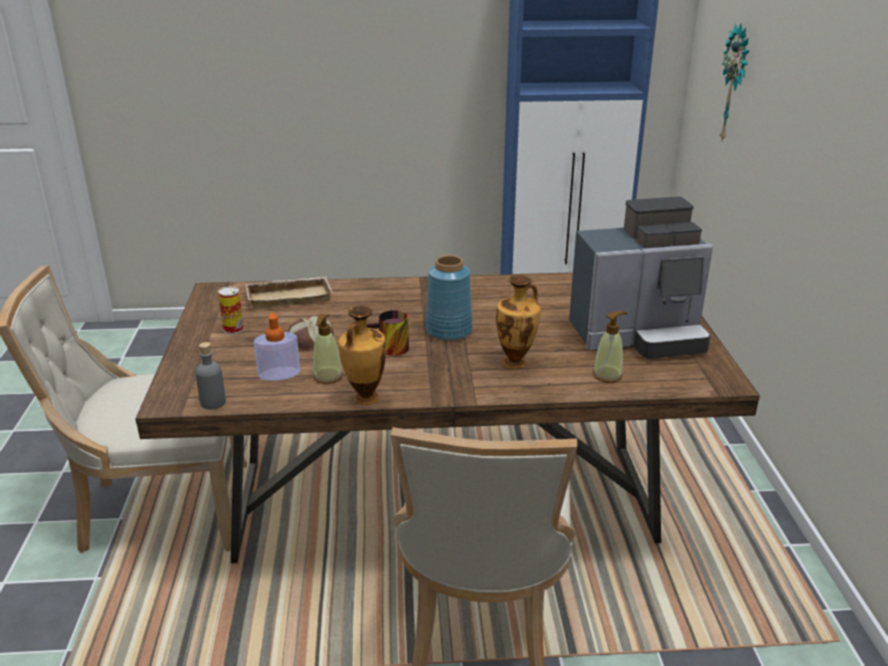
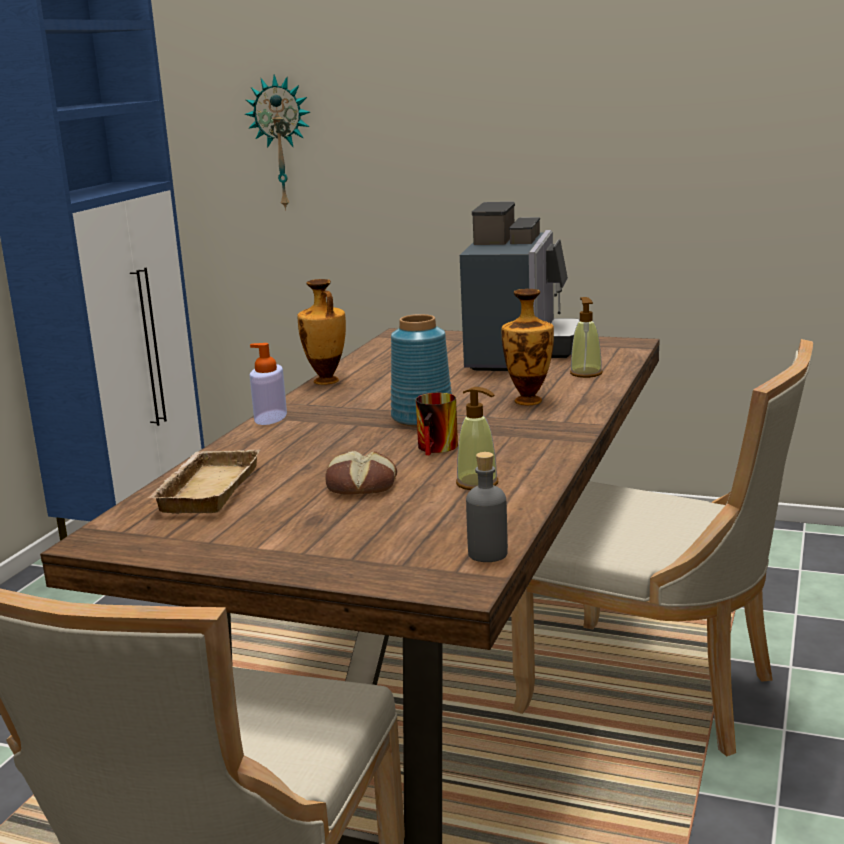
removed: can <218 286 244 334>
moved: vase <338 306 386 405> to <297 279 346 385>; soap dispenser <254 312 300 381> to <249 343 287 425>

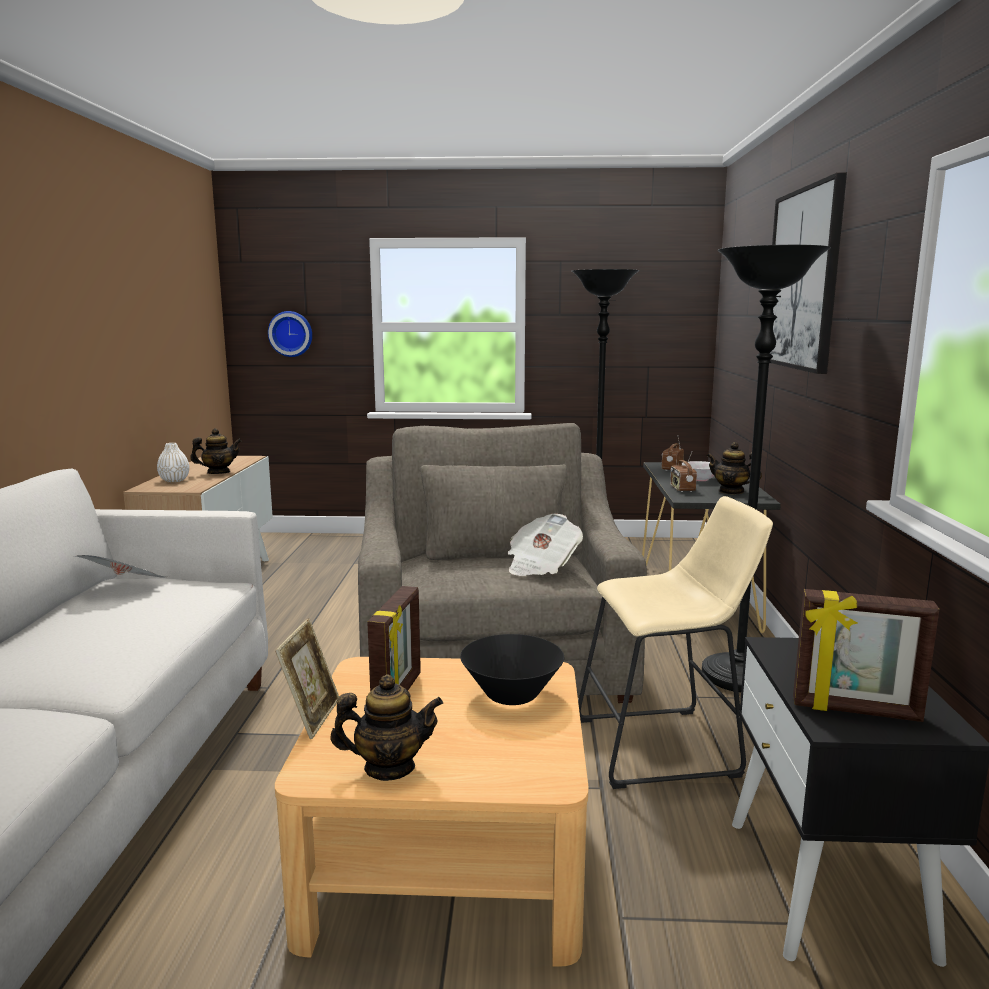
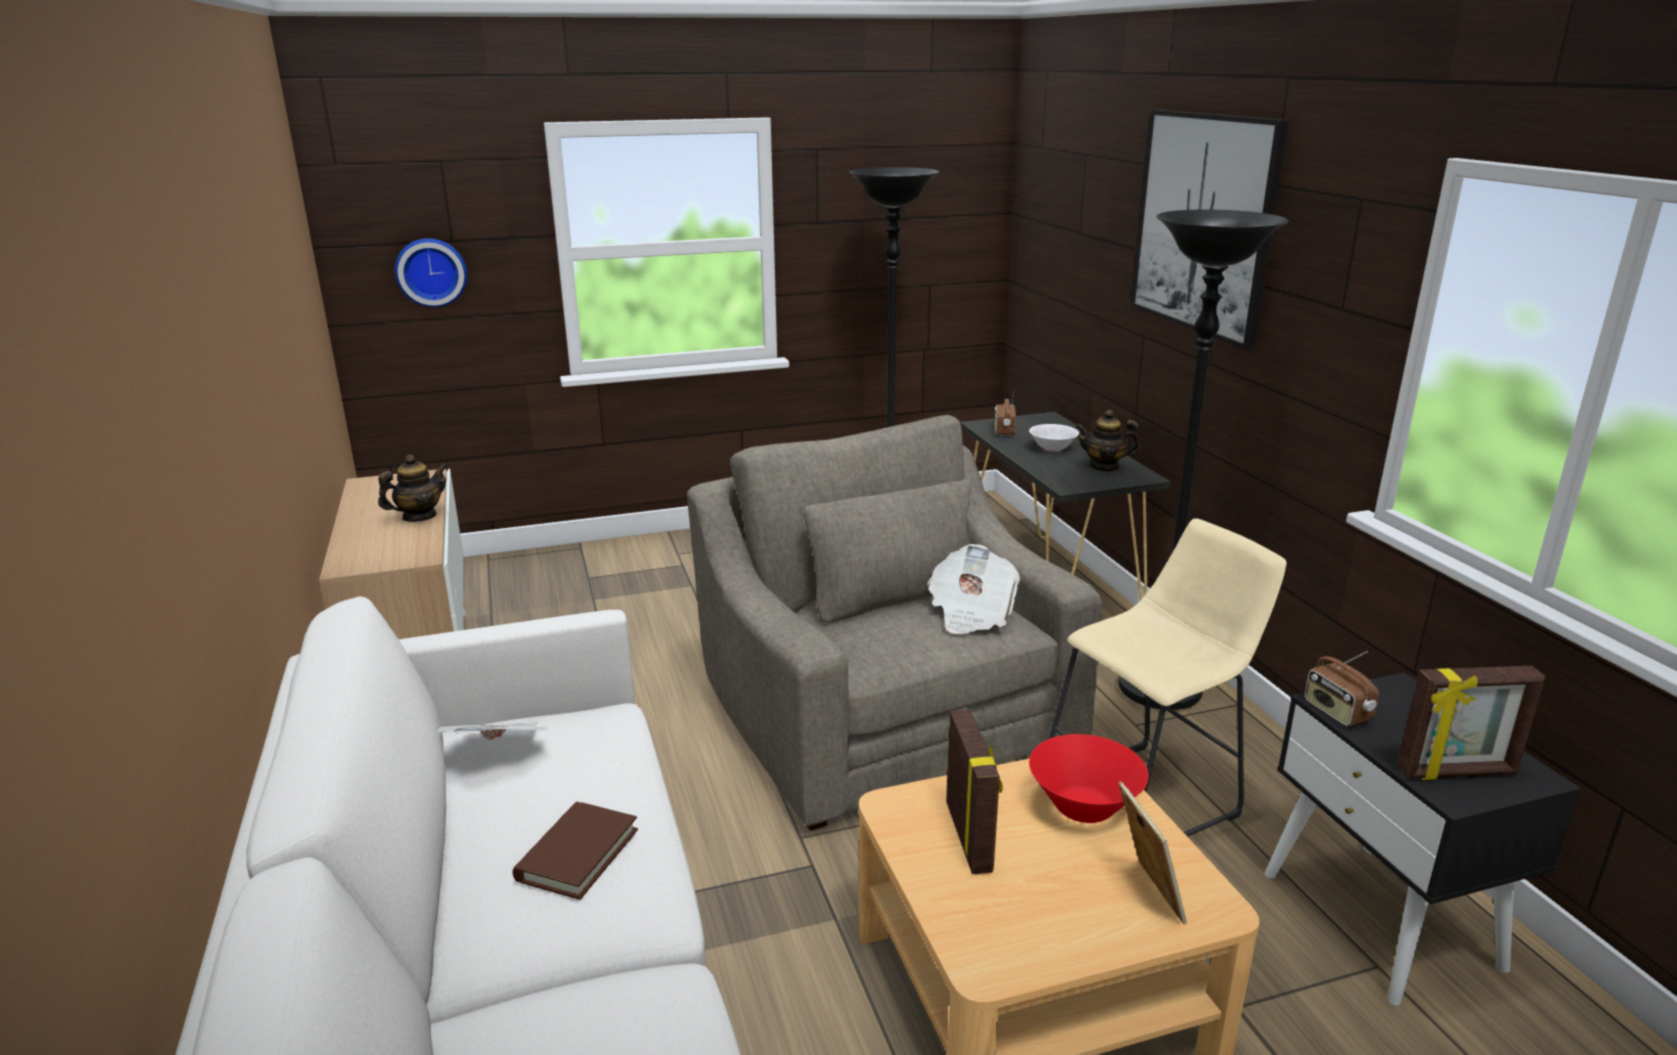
removed: white vase <157 443 190 482>; teapot <330 674 443 781>
added: brown book <513 802 638 900>
moved: radio <670 452 697 492> to <1305 651 1379 727>; picture frame <275 618 339 739> to <1119 781 1187 924>
recoloured: black bowl <460 634 564 705> to red bowl <1029 734 1149 823>

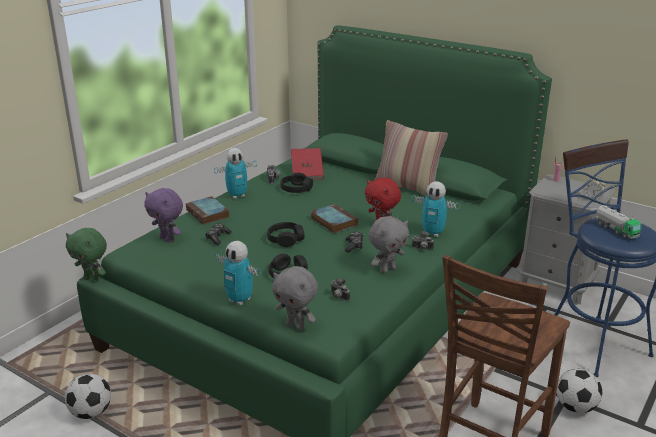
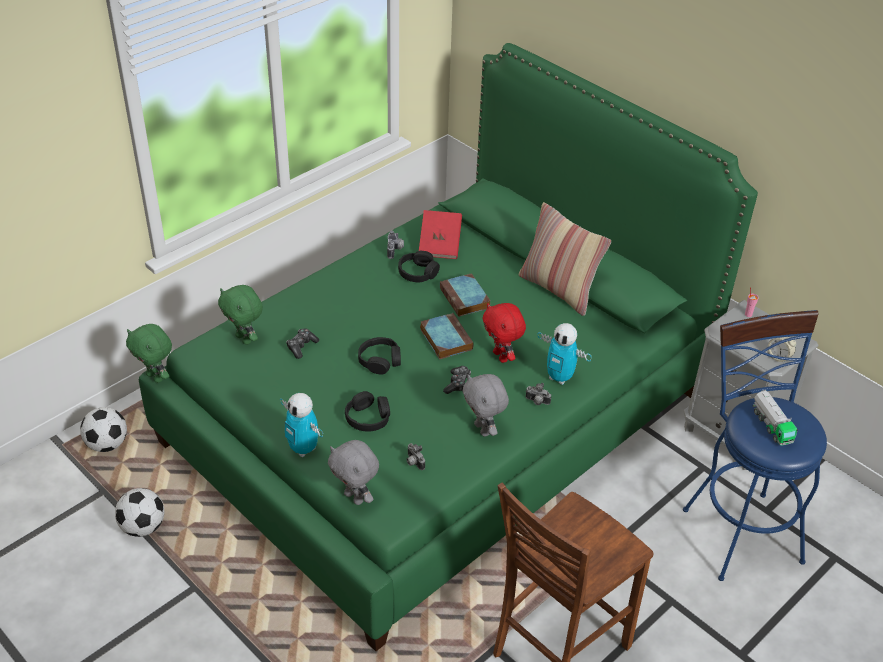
removed: toy robot <214 148 257 199>
moved: book <186 196 229 225> to <440 273 491 317>; football <556 369 602 413> to <80 407 127 452>
recoloured: purple plush toy <144 188 183 242> to green plush toy <218 285 263 345>
turned: grey plush toy <368 216 409 274> = <463 374 509 436> 90 degrees clockwise

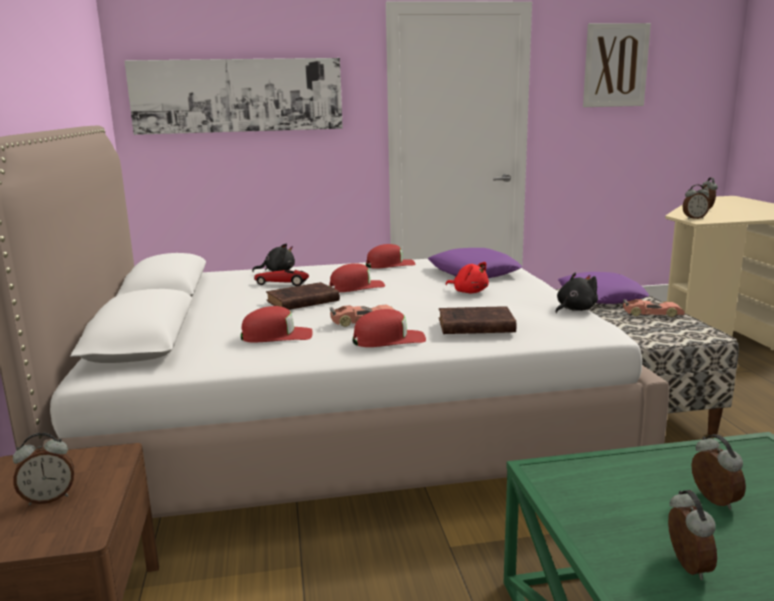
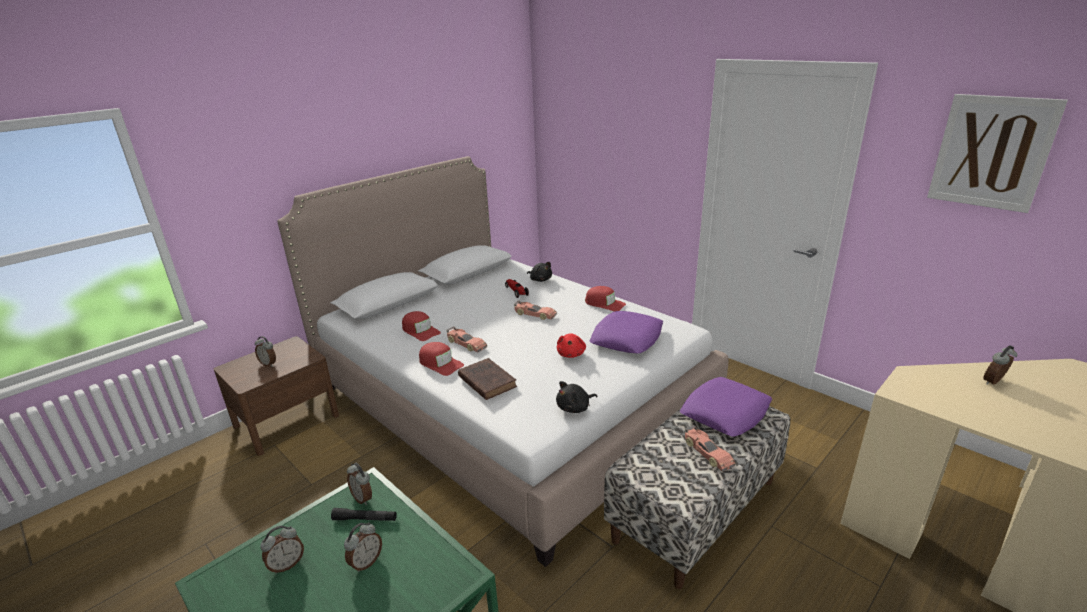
removed: picture <124 58 343 135>; brown book <266 282 340 310>
added: black flashlight <331 508 397 521>
moved: alarm clock <683 185 710 219> to <347 463 372 505>
replaced: red cap <329 263 385 292> to toy car <514 301 557 320>
turned: black plush toy <555 272 598 313> = <556 381 597 413> 135 degrees clockwise

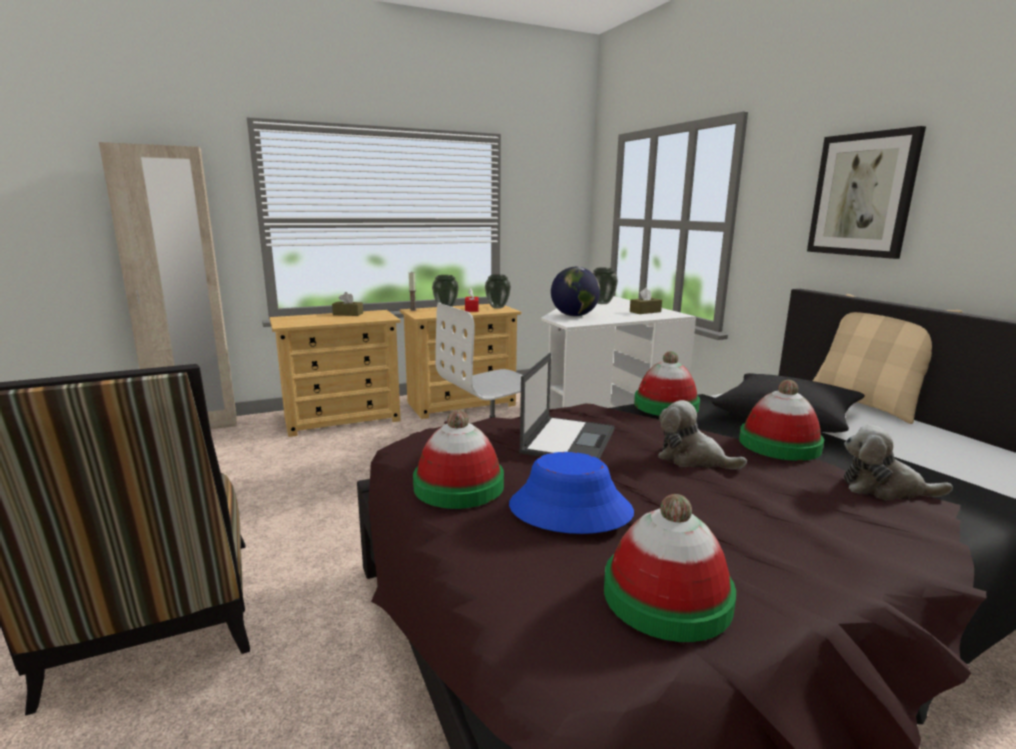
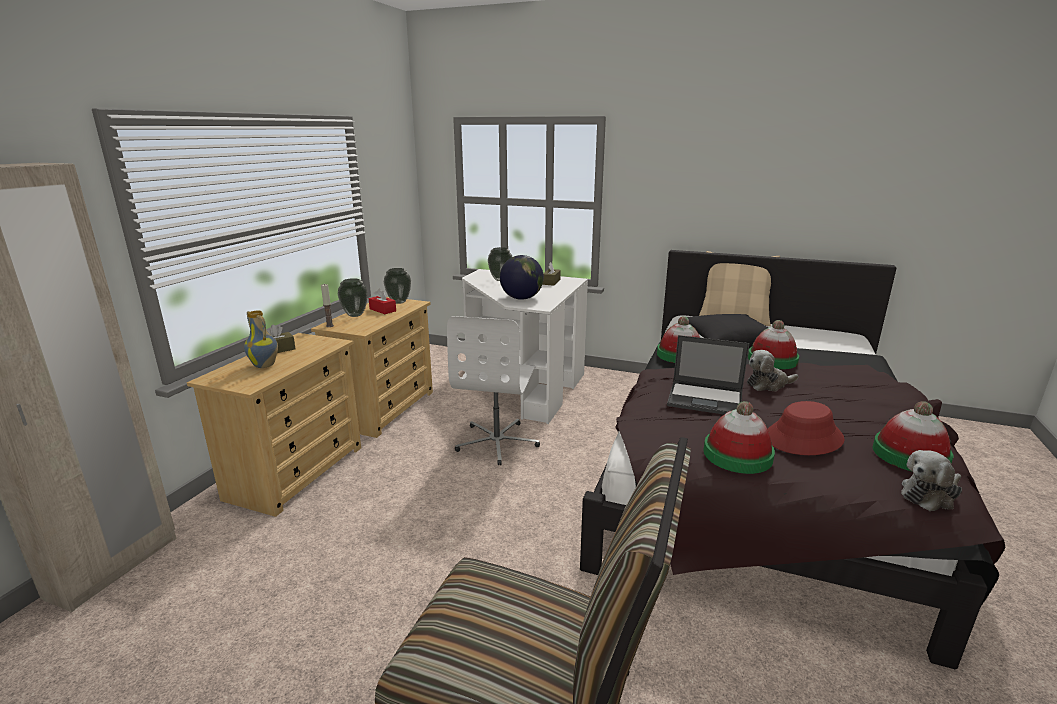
removed: picture <807 126 926 259>
added: vase <244 311 278 368>
moved: plush toy <844 425 953 500> to <901 450 962 511>
recoloured: blue hat <509 452 634 534> to red hat <768 401 845 455>
turned: laptop <519 353 615 459> = <667 335 749 414> 135 degrees clockwise

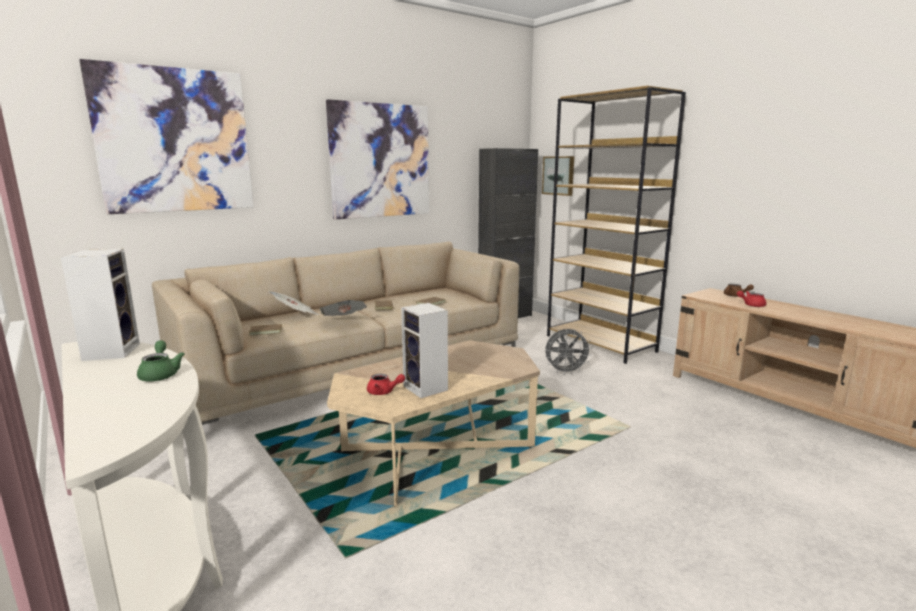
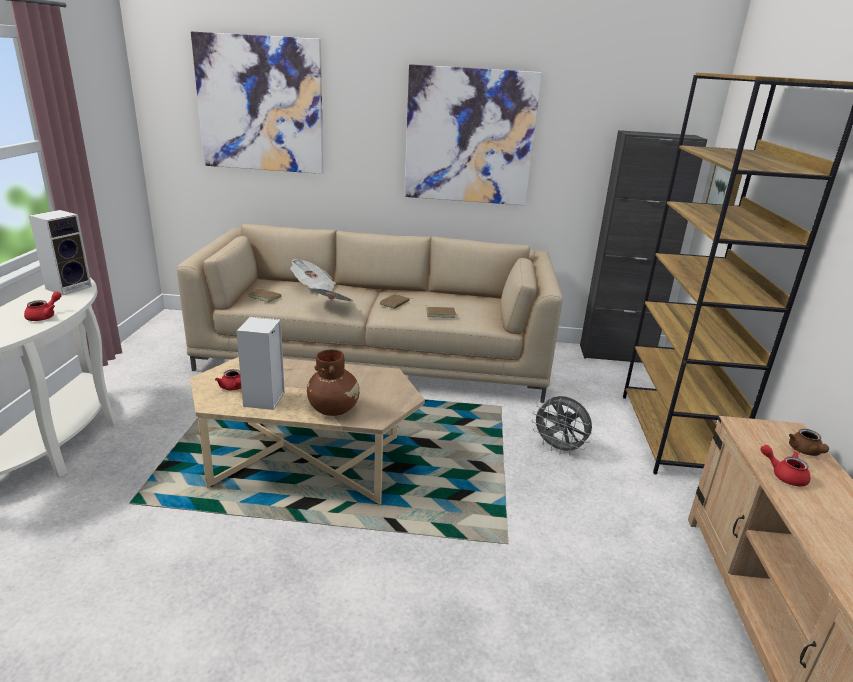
added: brown vase <307 349 360 416>
recoloured: green teapot <137 341 184 382> to red teapot <24 291 62 321>

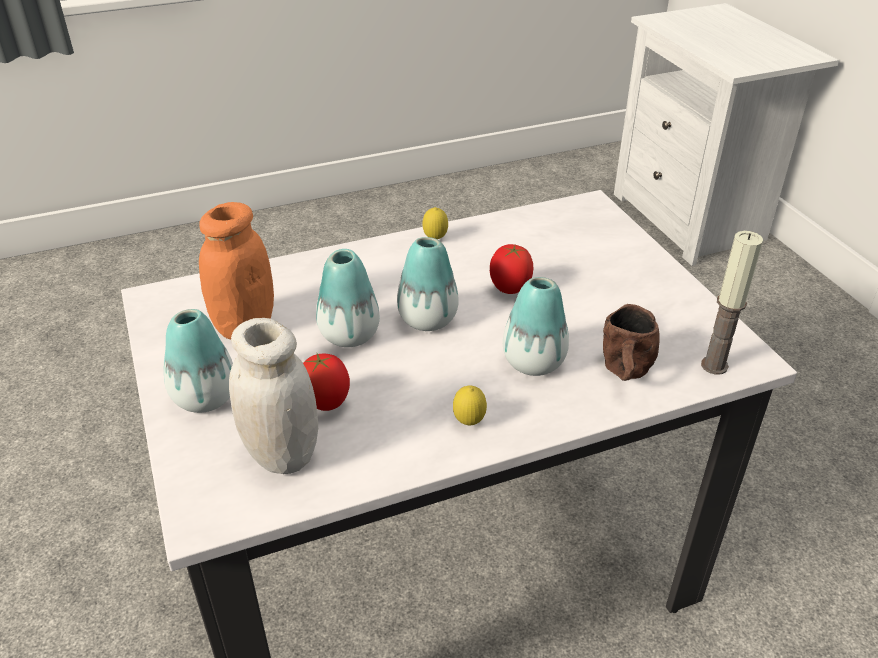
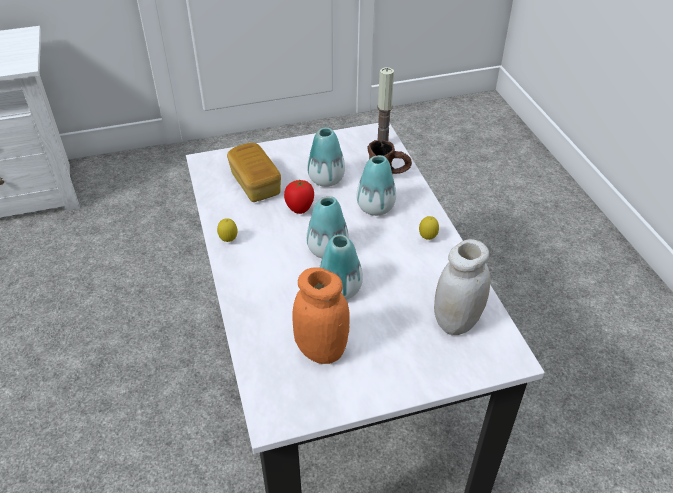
removed: tomato <303 353 350 411>
added: bread <227 143 281 202>
moved: vase <164 309 233 413> to <307 127 345 187>

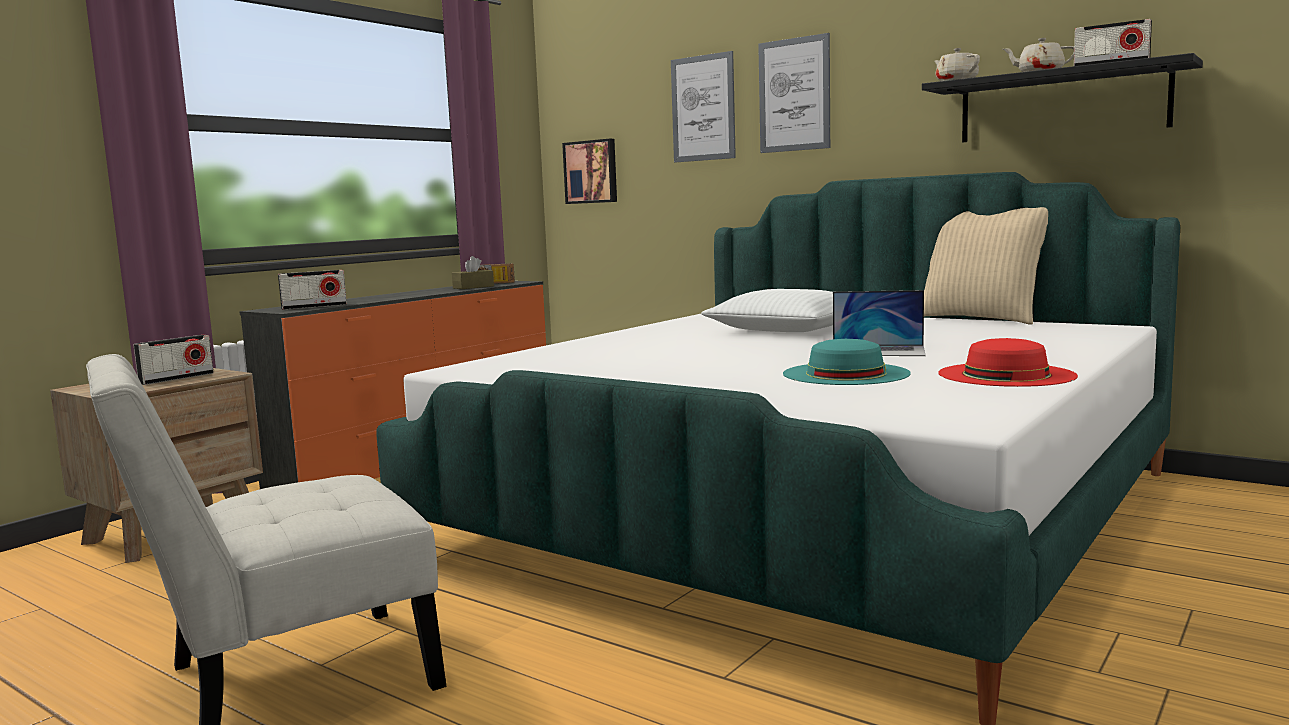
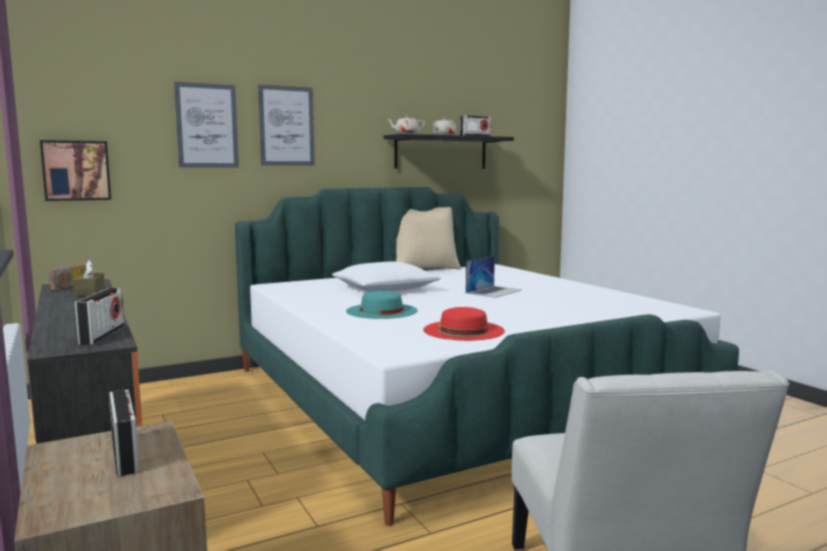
moved: red hat <938 338 1078 387> to <423 307 505 341>; turquoise hat <783 339 911 385> to <346 291 418 319>

